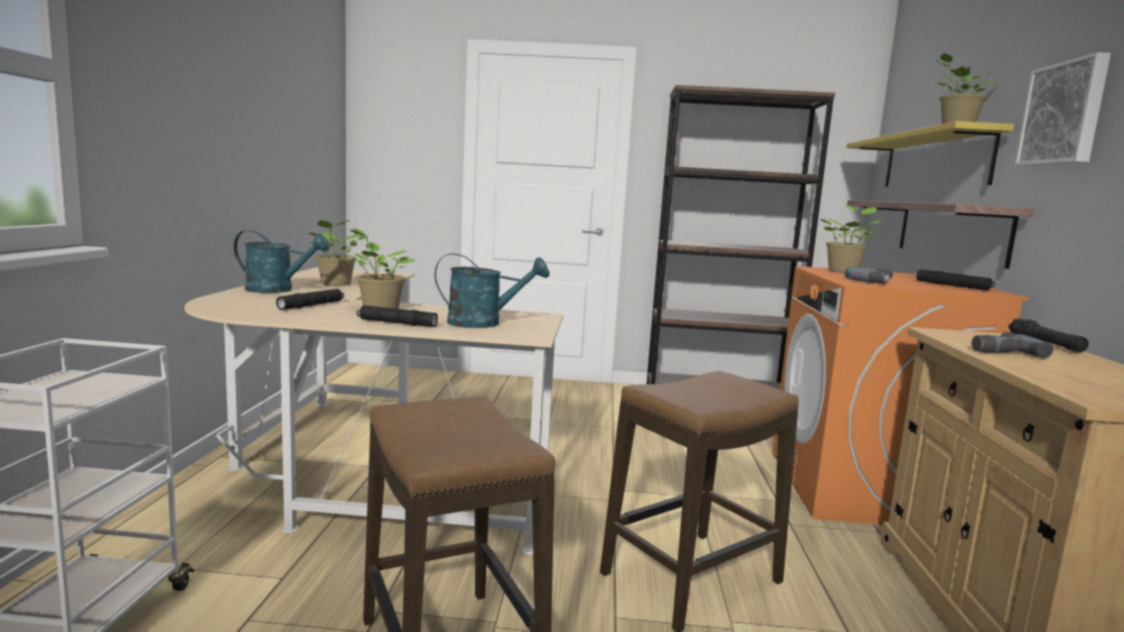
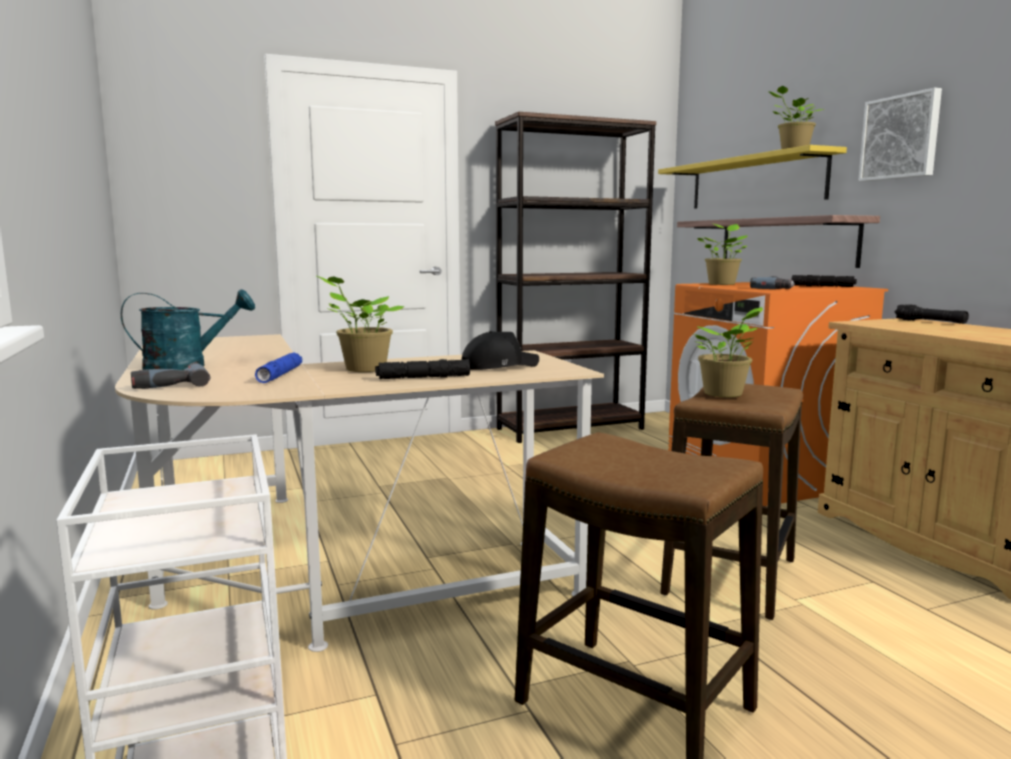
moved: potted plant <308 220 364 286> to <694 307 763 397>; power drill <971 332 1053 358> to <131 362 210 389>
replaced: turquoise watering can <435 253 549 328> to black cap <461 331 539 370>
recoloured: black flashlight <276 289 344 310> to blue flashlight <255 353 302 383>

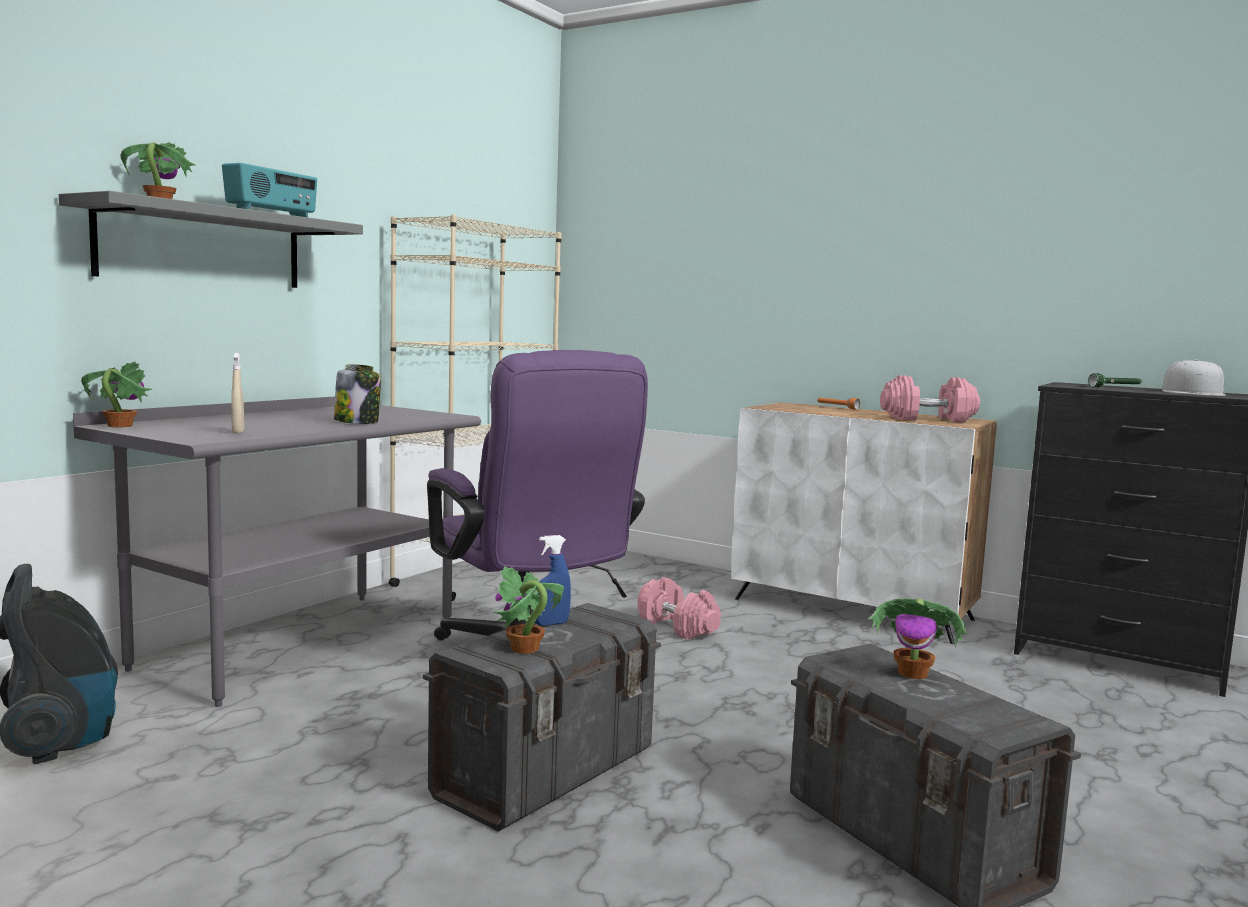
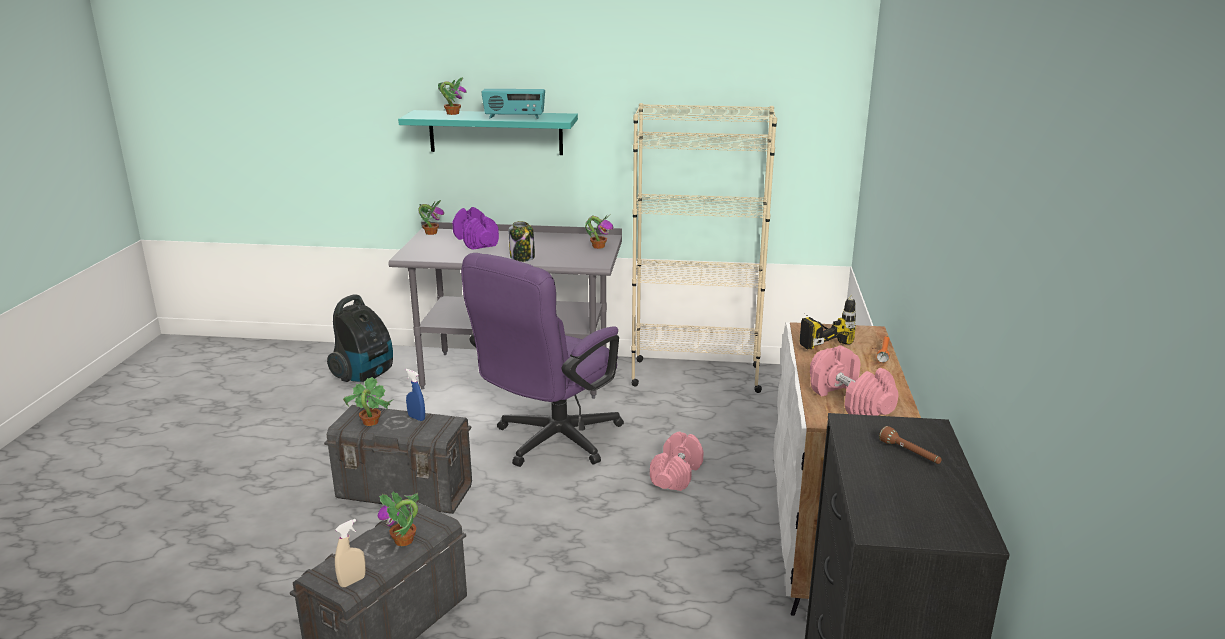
removed: white cap <1162 359 1226 396>
added: purple dumbbell <452 207 499 250>; potted plant <585 214 613 249>; power drill <800 295 856 350>
moved: beige spray bottle <231 352 244 434> to <335 519 366 587>
recoloured: grey shelf <59 191 363 288> to turquoise shelf <398 110 578 155>; green flashlight <1088 373 1142 387> to brown flashlight <879 426 942 464>

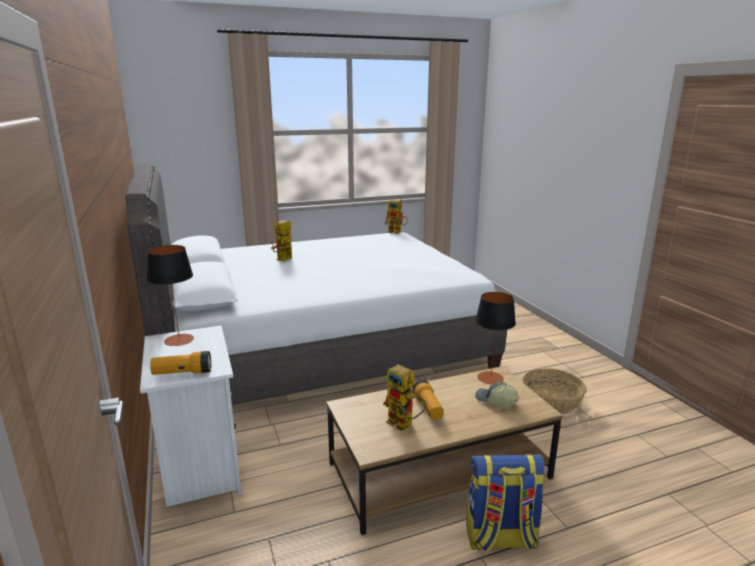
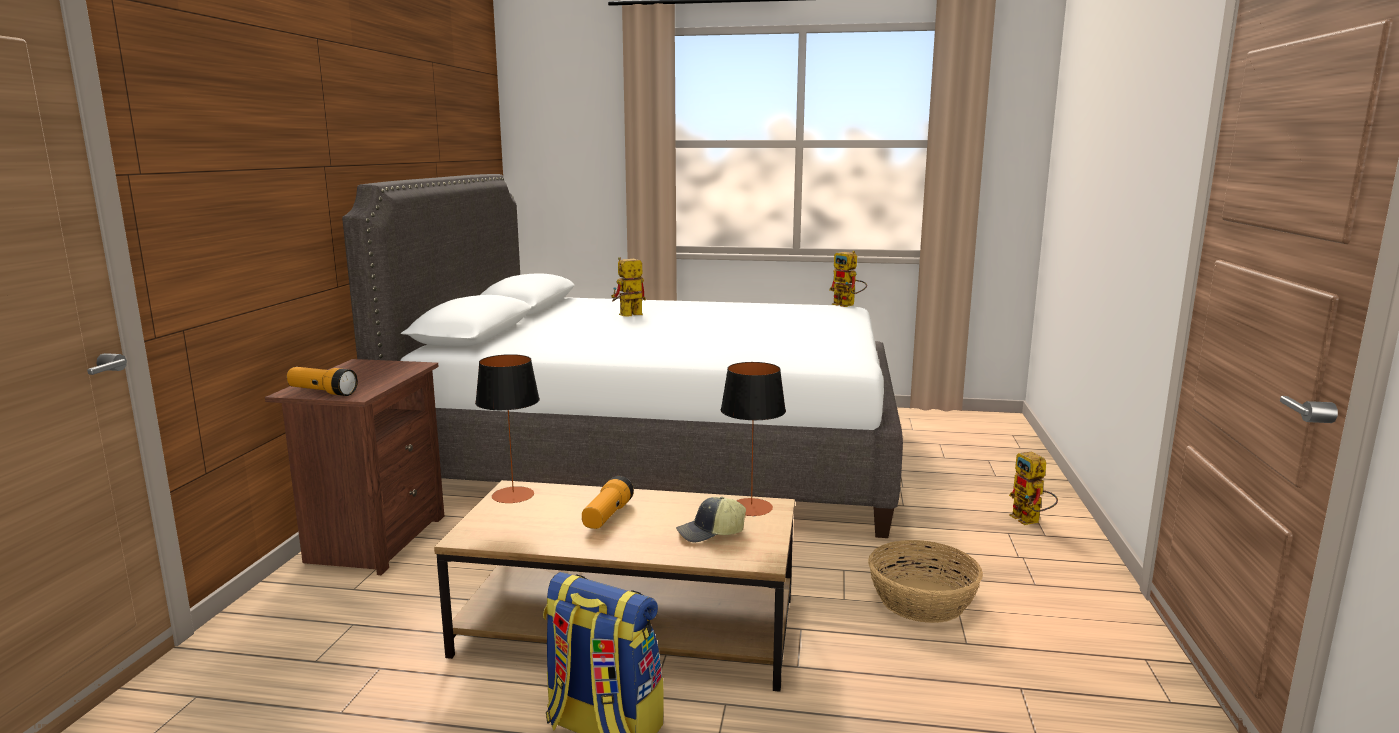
moved: table lamp <147 245 194 346> to <475 354 540 503>; toy robot <383 364 427 431> to <1009 452 1058 525>
recoloured: white nightstand <140 325 241 507> to brown nightstand <265 359 444 575>
turned: cap <475 382 519 409> = <676 497 746 543> 90 degrees counterclockwise

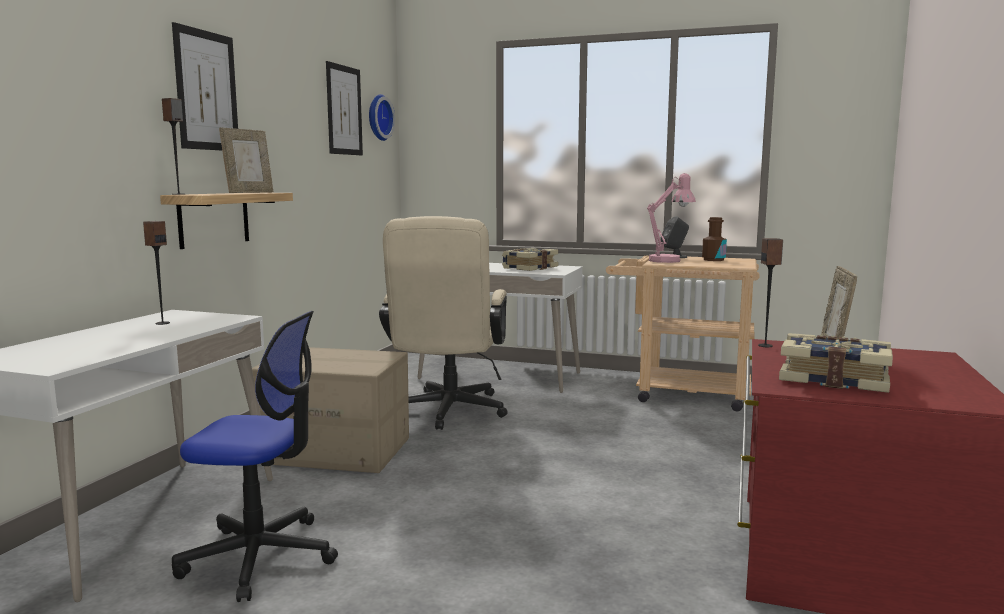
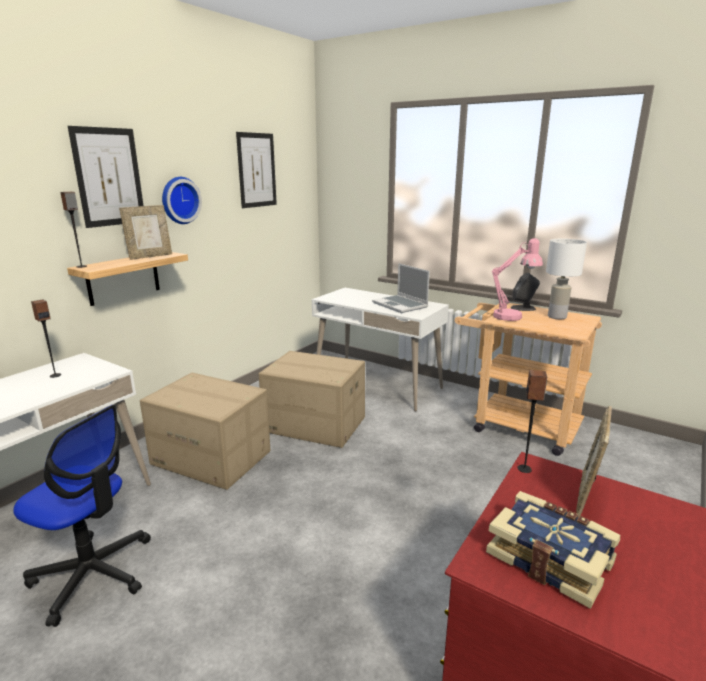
moved: wall clock <369 94 395 141> to <162 177 202 224>
replaced: beige office chair <379 216 508 430> to cardboard box <259 351 365 448>; brown bottle <702 217 727 261> to white table lamp <546 238 587 319>; book <502 248 558 271> to laptop <372 263 430 313>

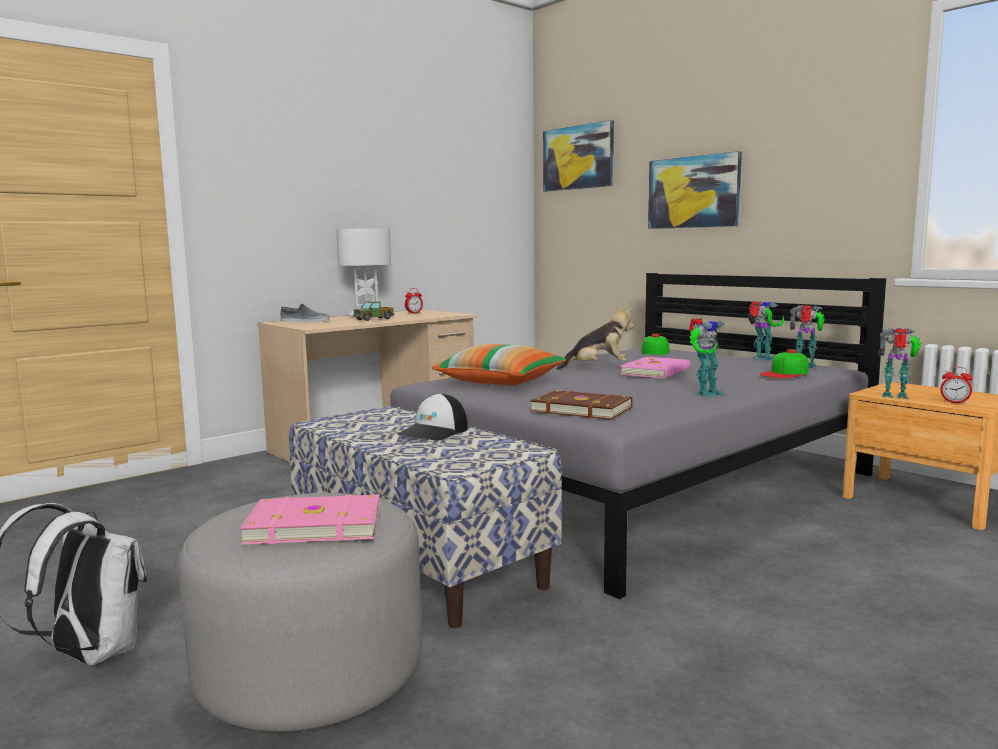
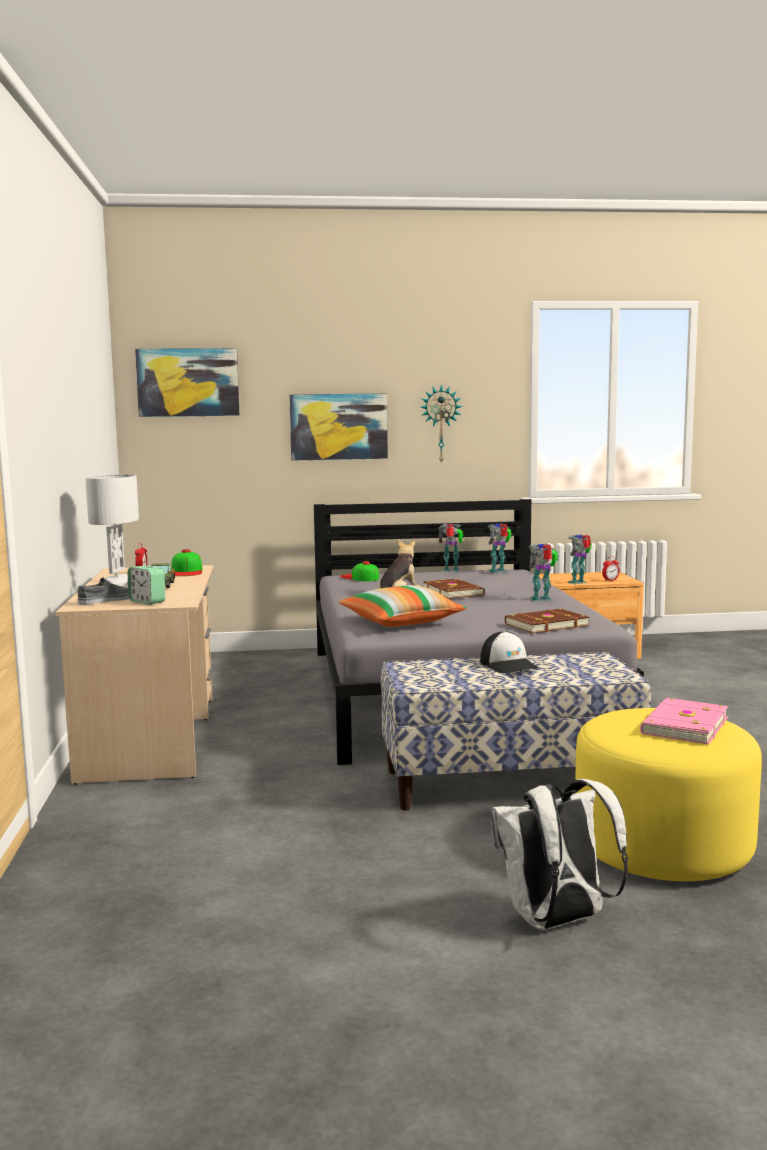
added: wall clock <421 384 463 464>; alarm clock <128 566 165 605>
moved: cap <760 349 809 378> to <171 549 203 576>
recoloured: pink book <619 356 690 378> to brown book <423 579 485 599>; grey ottoman <178 493 422 732> to yellow ottoman <575 708 762 881>
turned: toy robot <689 318 725 397> = <529 543 559 602> 105 degrees counterclockwise

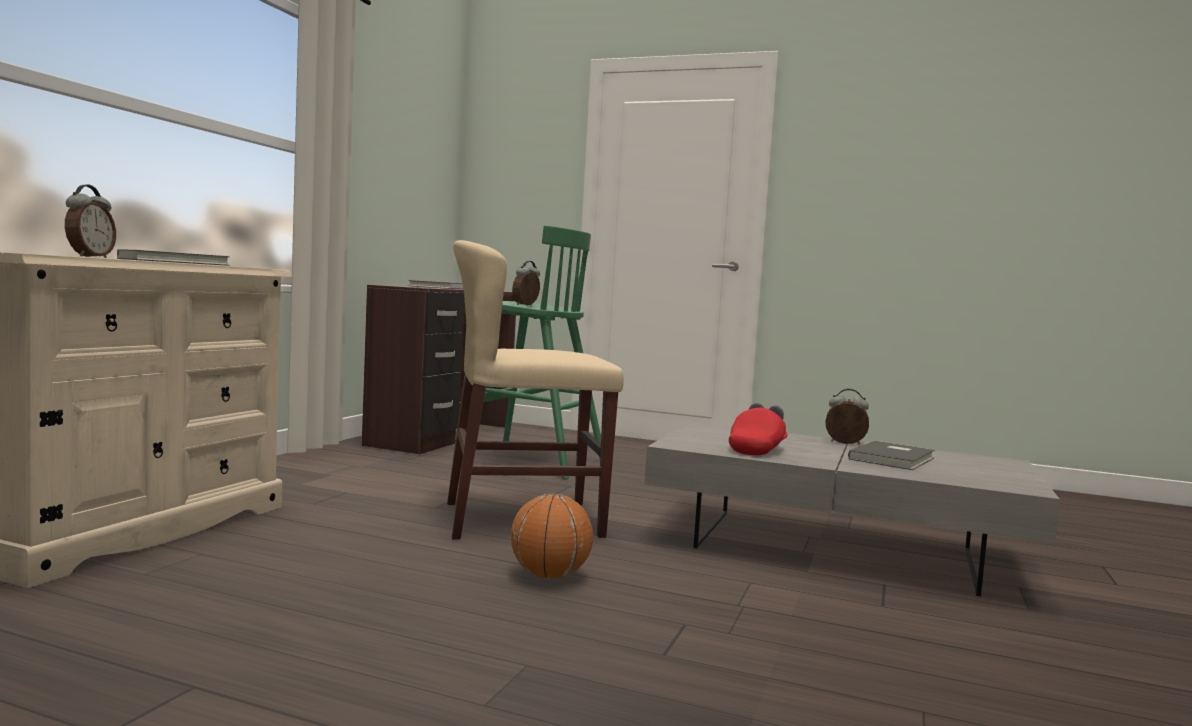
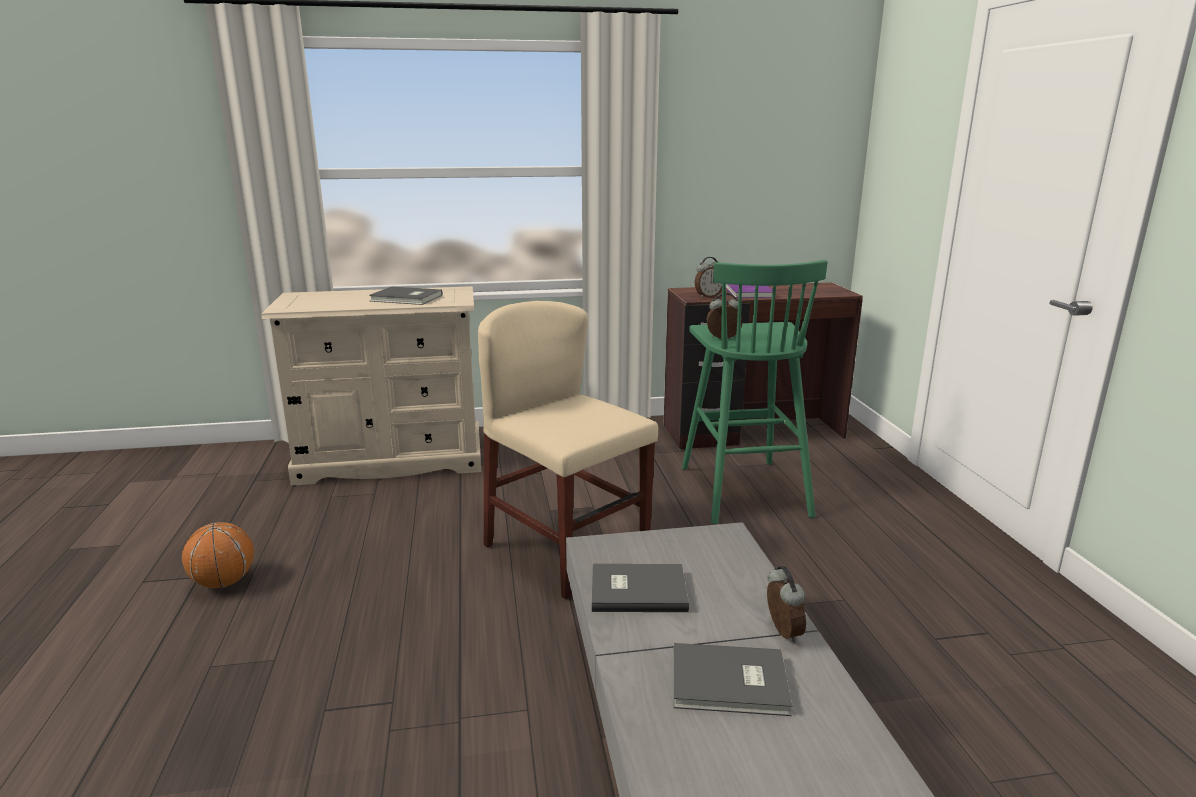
moved: alarm clock <65 185 116 258> to <695 257 722 298>; basketball <511 494 593 579> to <182 522 254 588>
replaced: red cap <729 403 788 455> to grey book <592 564 689 612>

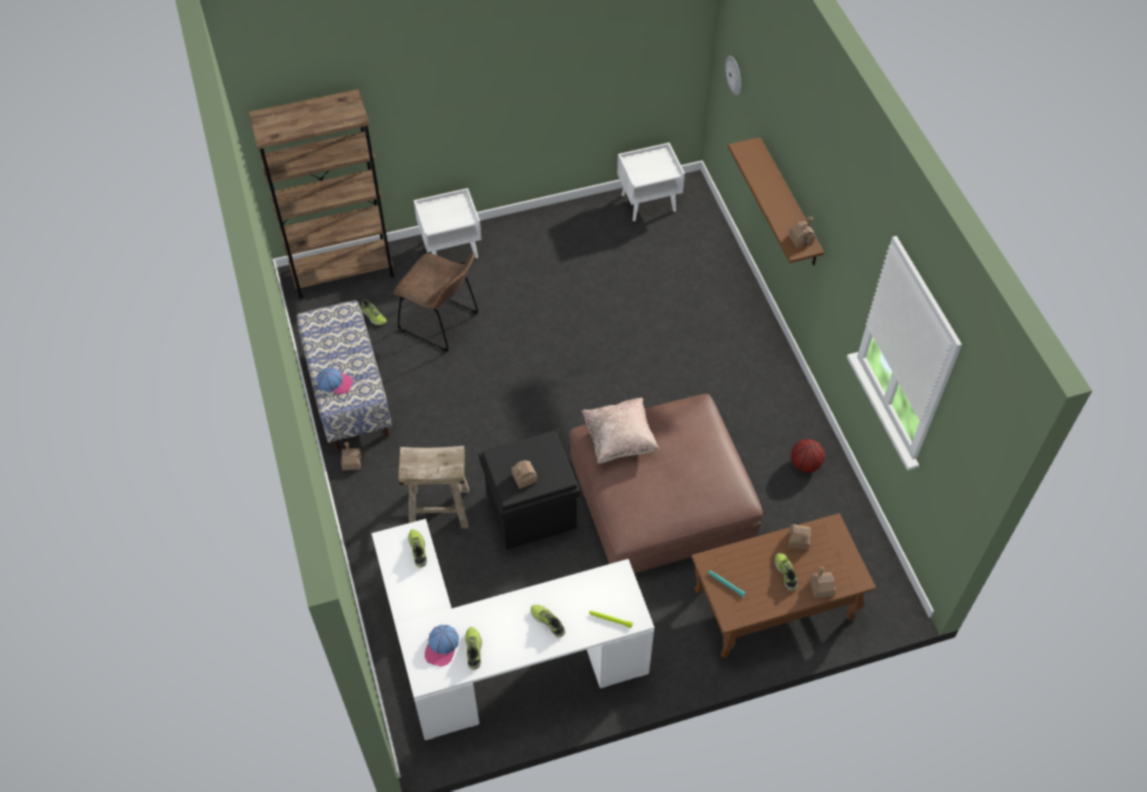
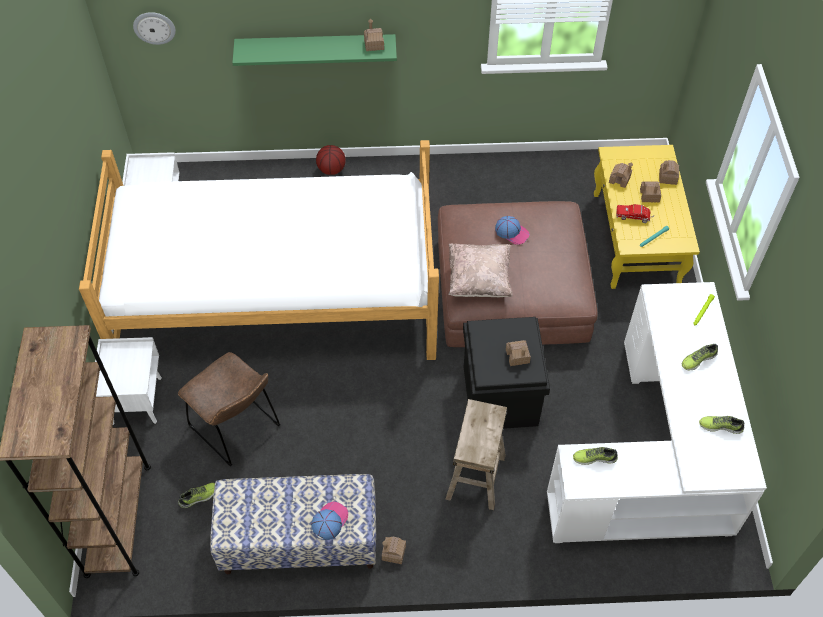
added: bed <79 140 439 360>; toy truck <616 204 655 223>
moved: basketball <791 439 825 472> to <316 145 345 175>; cap <425 625 459 667> to <495 216 530 245>
replaced: shoe <775 553 797 591> to toy house <640 181 661 202>
recoloured: brown shelf <728 137 824 266> to green shelf <232 34 397 66>; brown coffee table <692 513 876 658> to yellow coffee table <594 145 700 289>
turned: brown chair <393 253 478 352> = <178 352 280 466> 90 degrees clockwise

